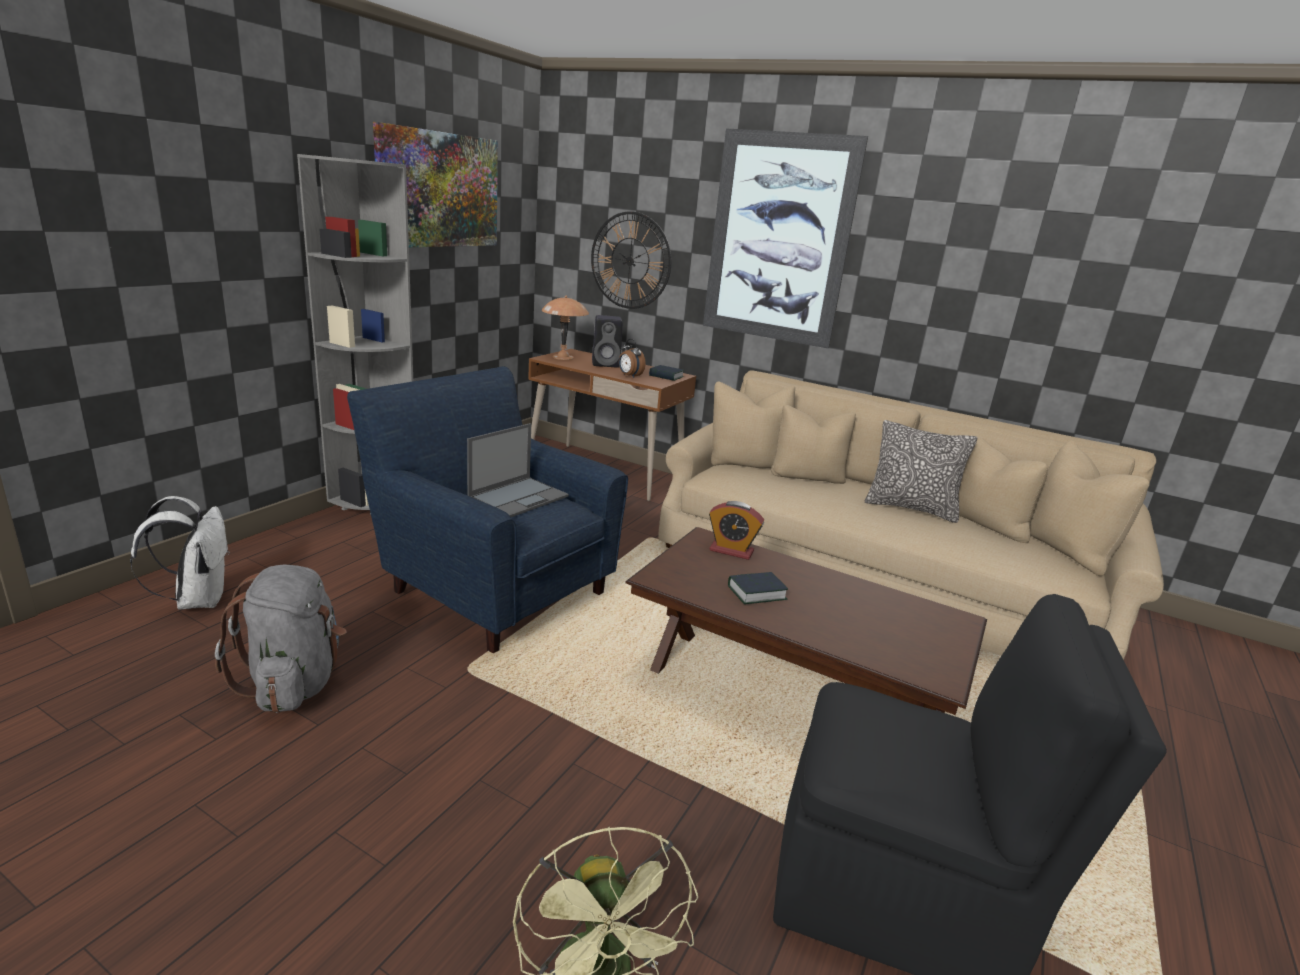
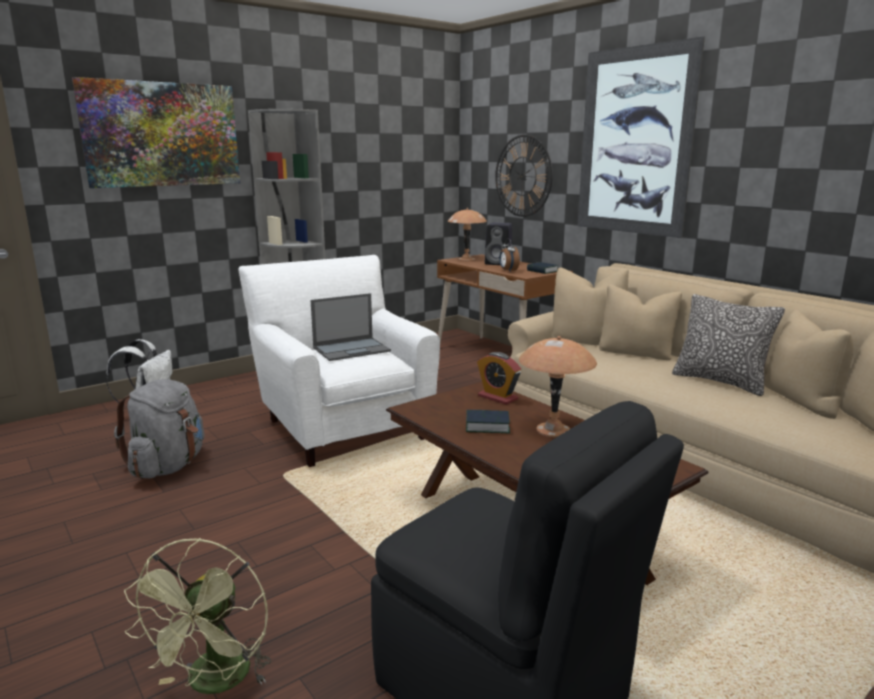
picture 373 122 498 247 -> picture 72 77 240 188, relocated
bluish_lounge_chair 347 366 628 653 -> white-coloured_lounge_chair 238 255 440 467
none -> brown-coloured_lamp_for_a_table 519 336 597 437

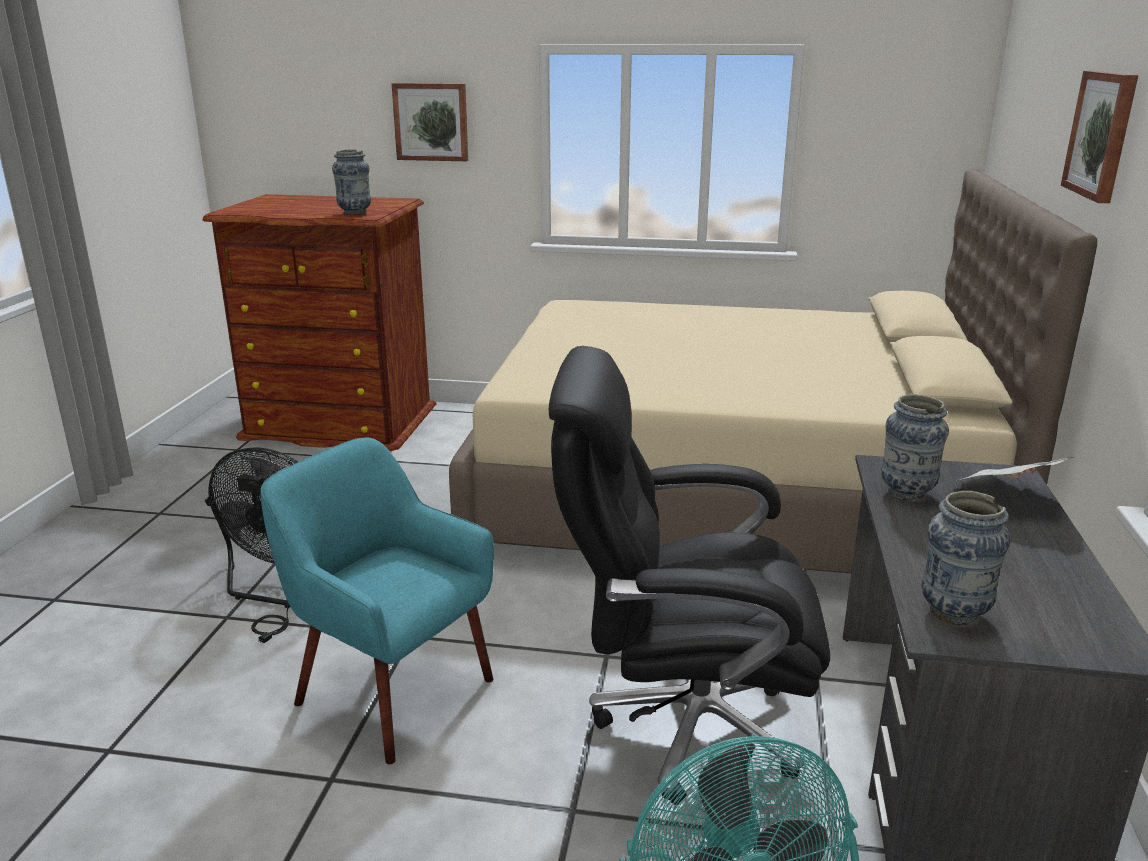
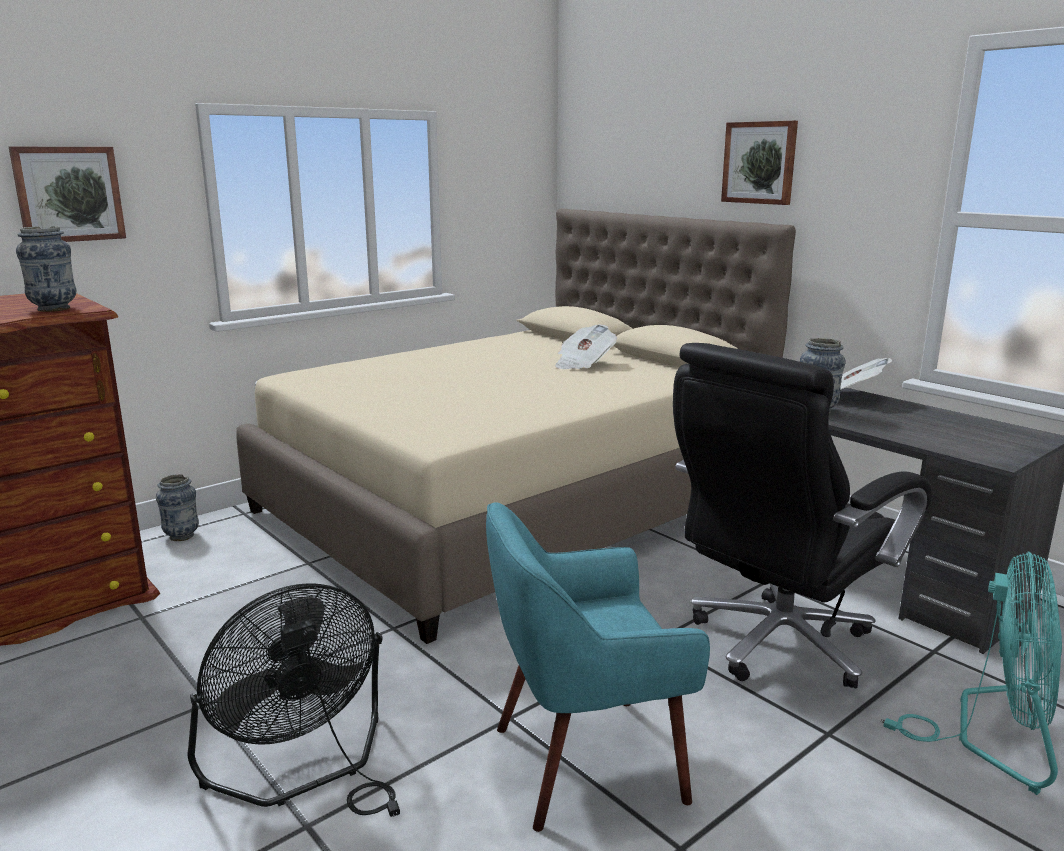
flower_vase 921 491 1010 625 -> flower_vase 156 474 199 541, relocated
none -> newspaper 555 324 617 369

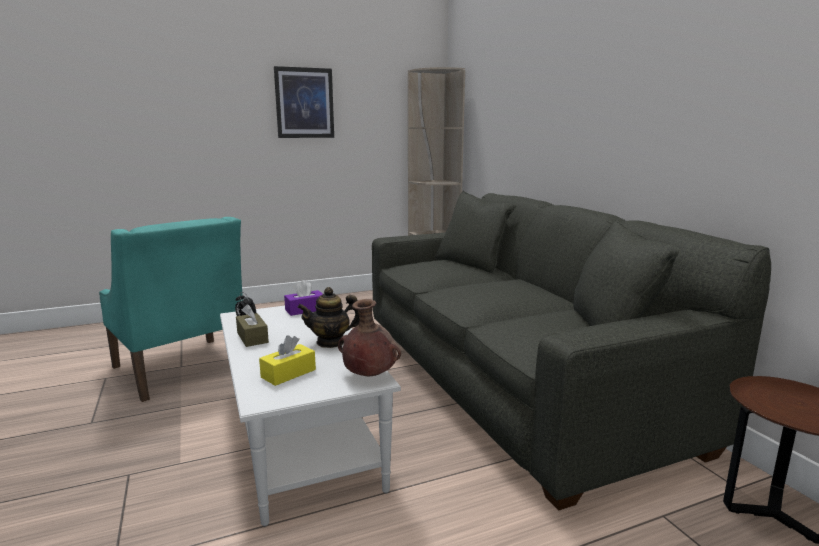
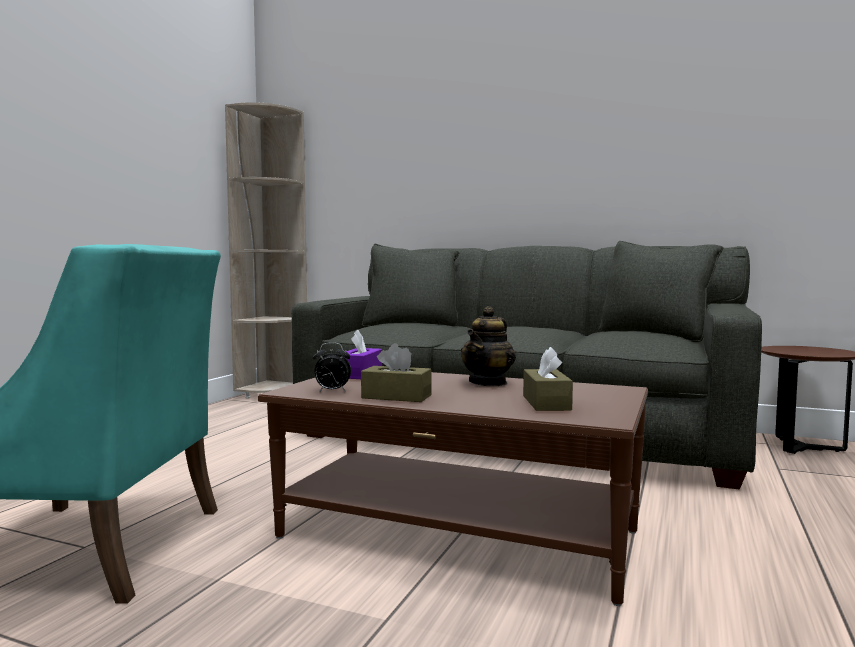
white-coloured_lounge_table 220 306 401 527 -> brown-coloured_lounge_table 258 372 648 606
yellow_box_of_tissues 259 335 316 386 -> brown-coloured_box_of_tissues 523 347 573 411
picture 274 66 334 138 -> none
brown-coloured_flower_vase 338 299 401 376 -> none

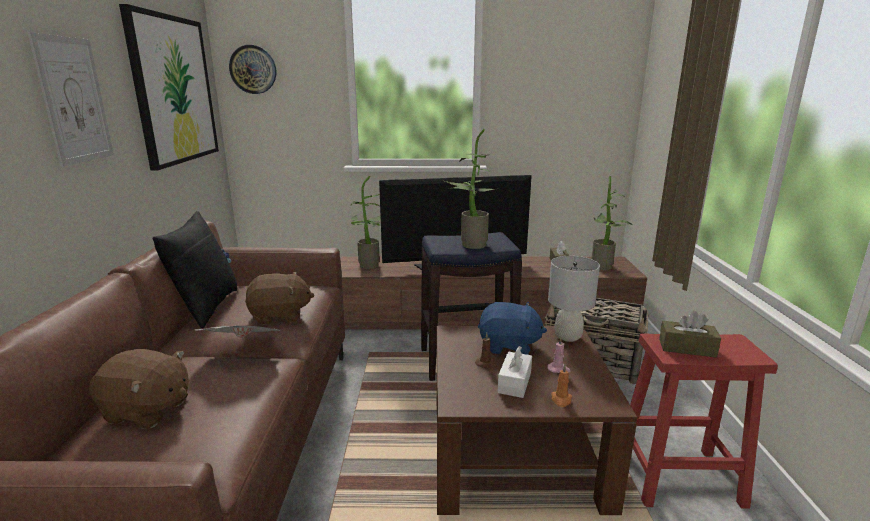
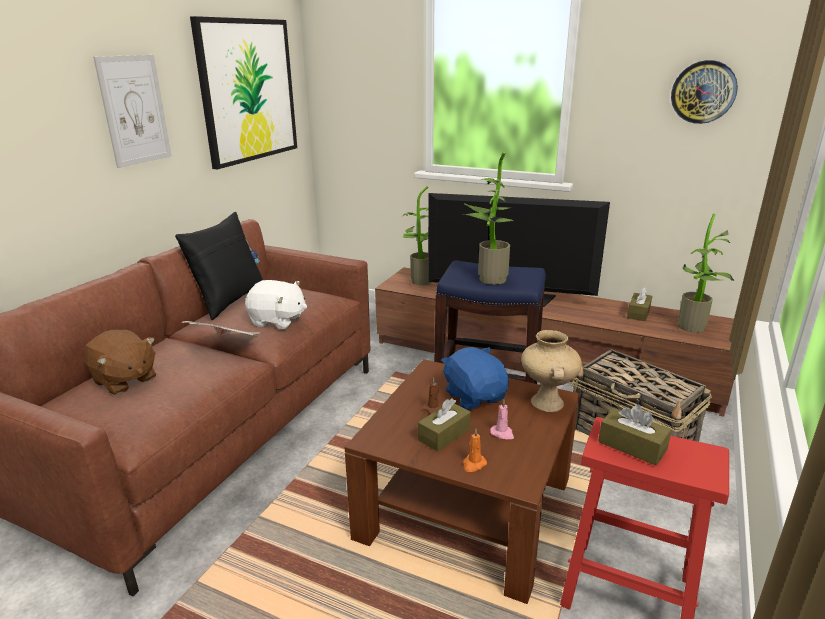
brown-coloured_plush_toy 245 272 314 325 -> white-coloured_plush_toy 245 280 307 329
white-coloured_box_of_tissues 497 346 532 398 -> brown-coloured_box_of_tissues 418 398 471 452
bluish_plush_toy 478 302 547 355 -> bluish_plush_toy 441 347 509 410, 150 degrees counterclockwise
grey_lamp_for_a_table 548 256 600 342 -> beige-coloured_flower_vase 521 330 582 412
hanging_clock 229 45 276 94 -> hanging_clock 671 60 738 124, relocated

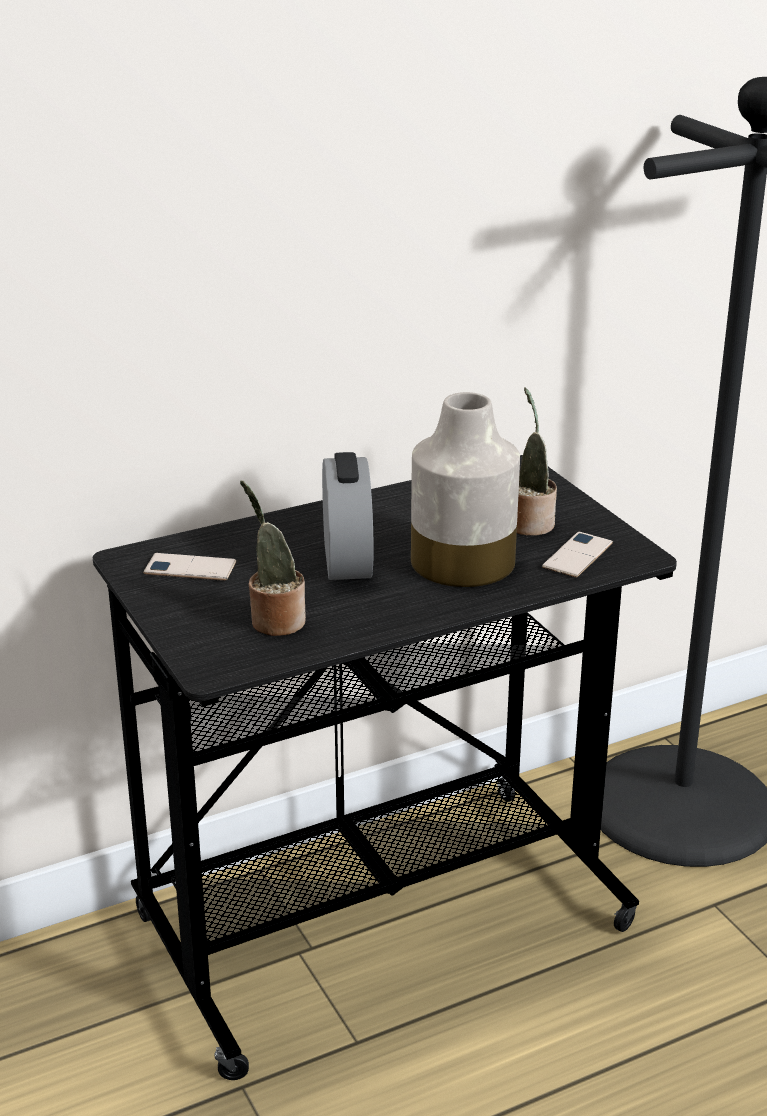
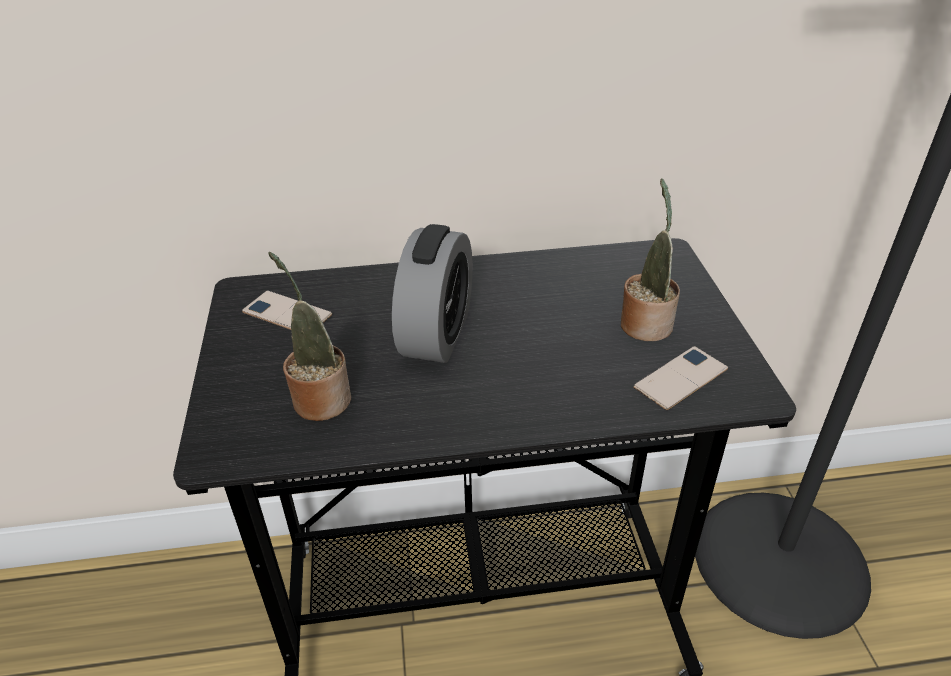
beige-coloured_flower_vase 411 392 520 587 -> none

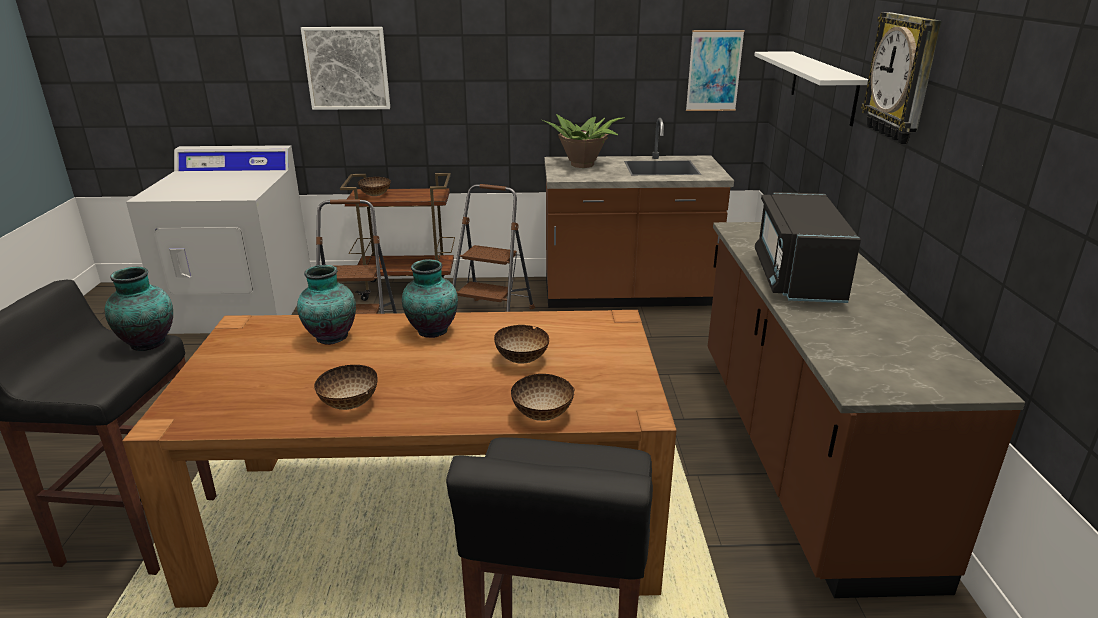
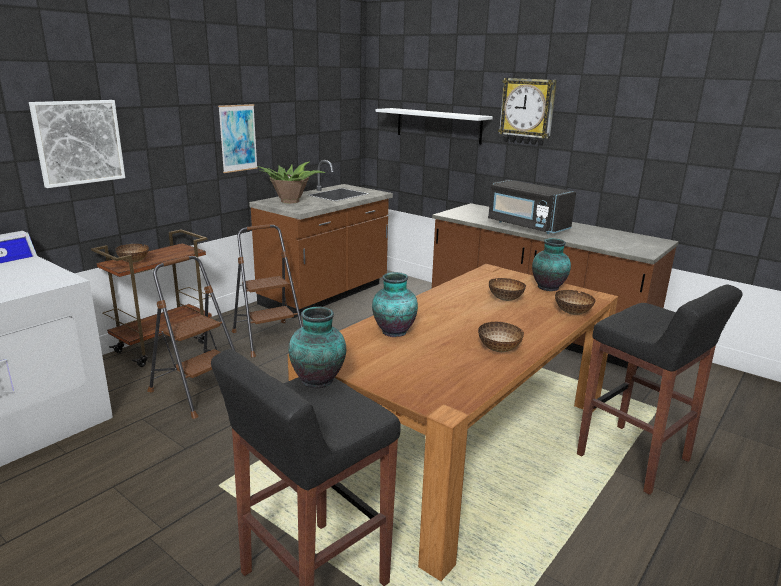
picture 686 30 744 111 -> picture 218 104 258 173, relocated
flower_vase 402 259 458 338 -> flower_vase 532 238 571 291, relocated

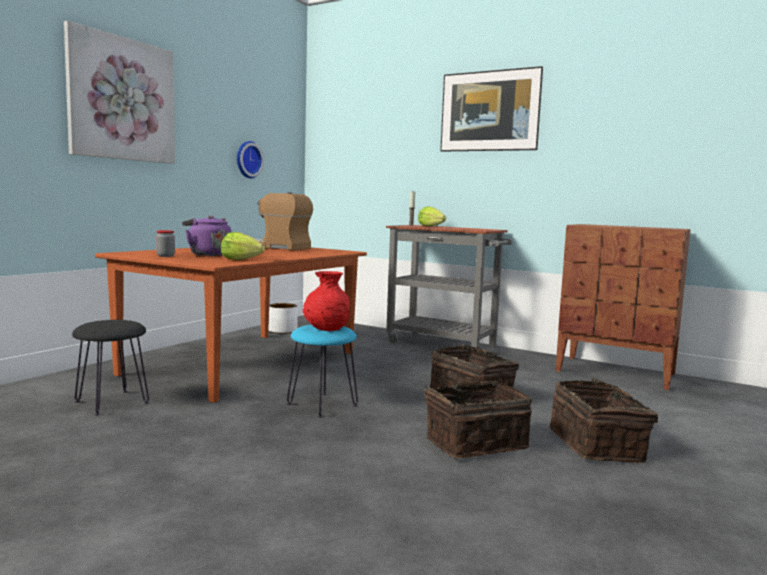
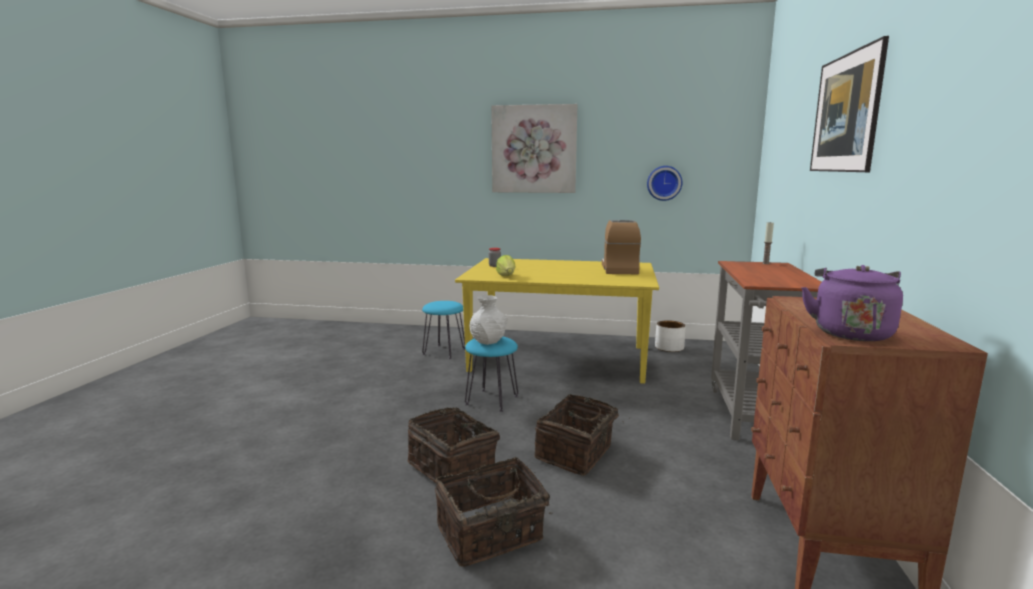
black-coloured_sitting_stool 72 320 149 416 -> blue-green_sitting_stool 422 301 465 359
brown-coloured_dining_table 95 247 367 403 -> yellow_dining_table 455 258 659 384
red_flower_vase 303 271 350 331 -> white-coloured_flower_vase 469 295 508 345
purple-coloured_kettle 182 215 231 256 -> purple-coloured_kettle 801 265 903 341, relocated
lettuce_head 418 207 446 227 -> none

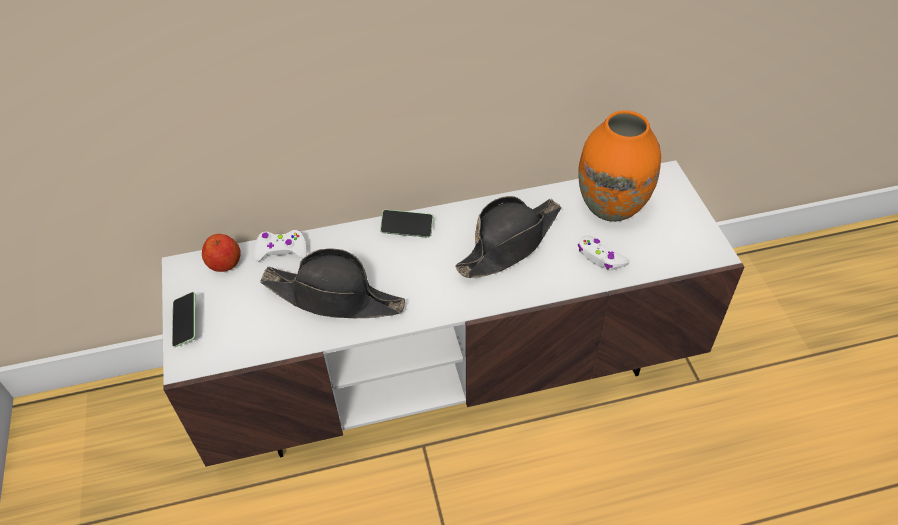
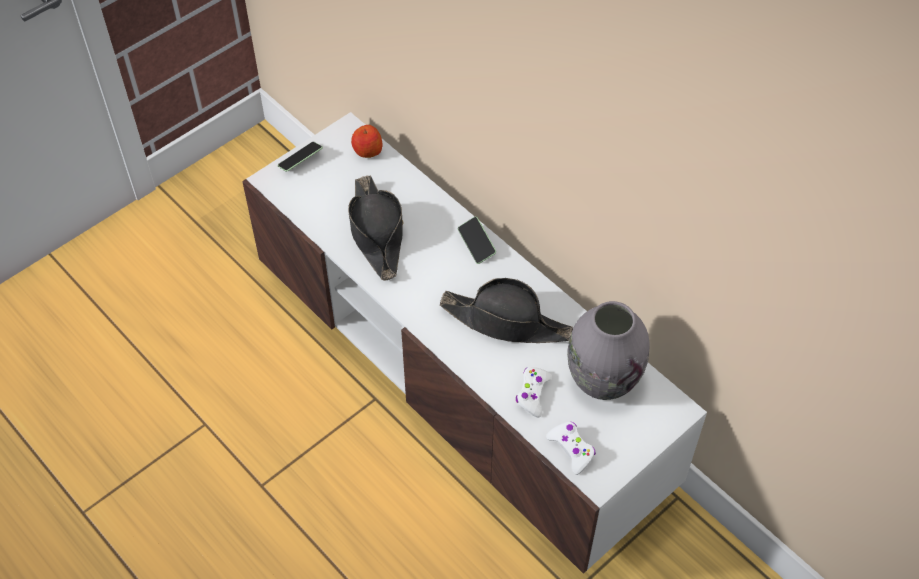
white-coloured_joypad 254 230 307 261 -> white-coloured_joypad 546 422 596 475, relocated
orange-coloured_flower_vase 578 110 661 222 -> grey_flower_vase 567 301 650 400

